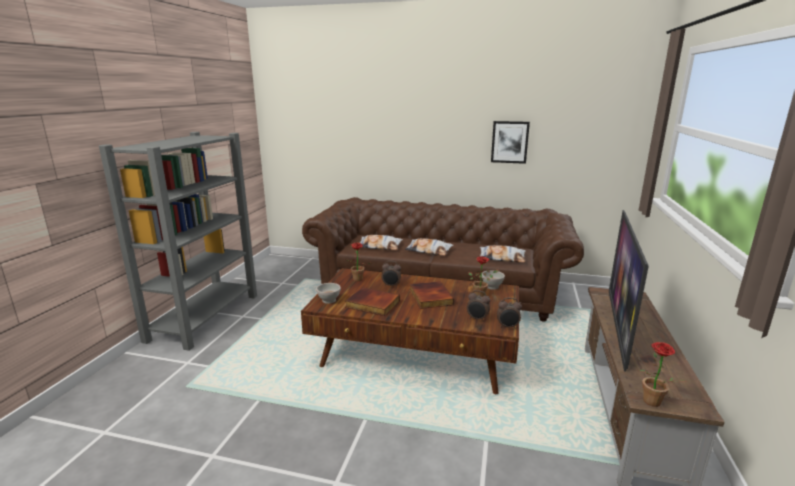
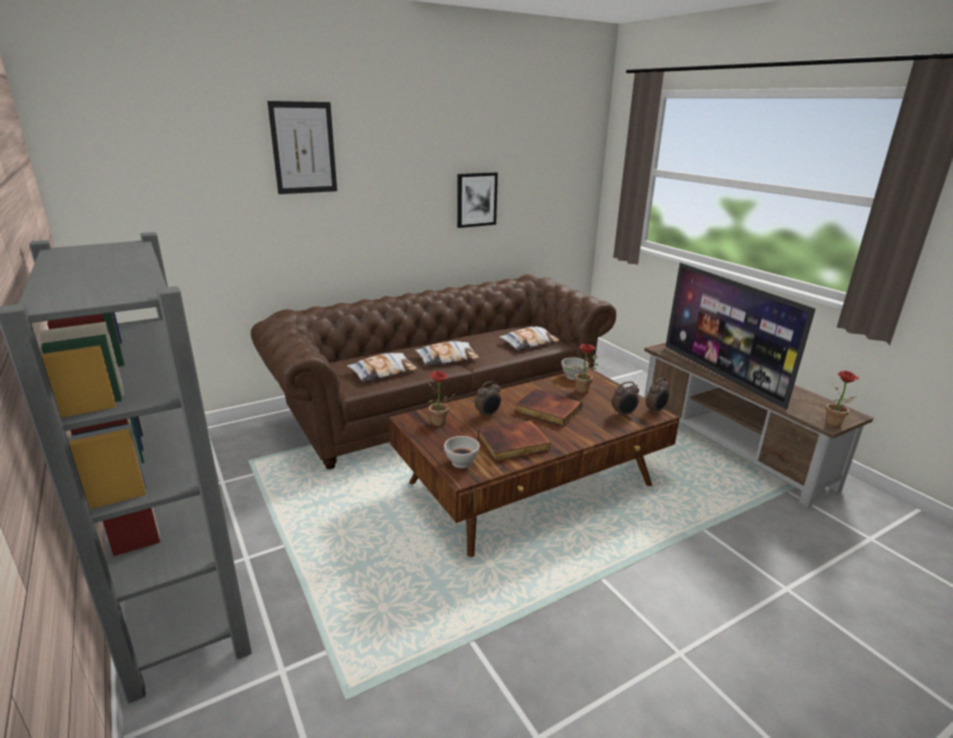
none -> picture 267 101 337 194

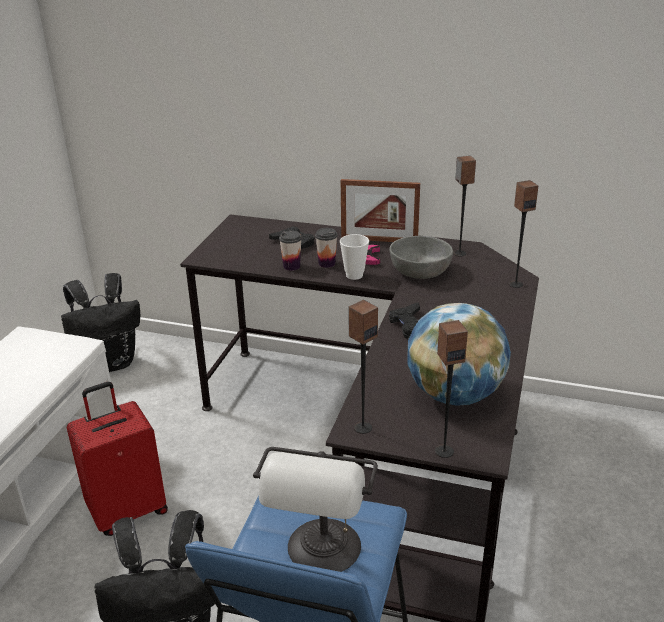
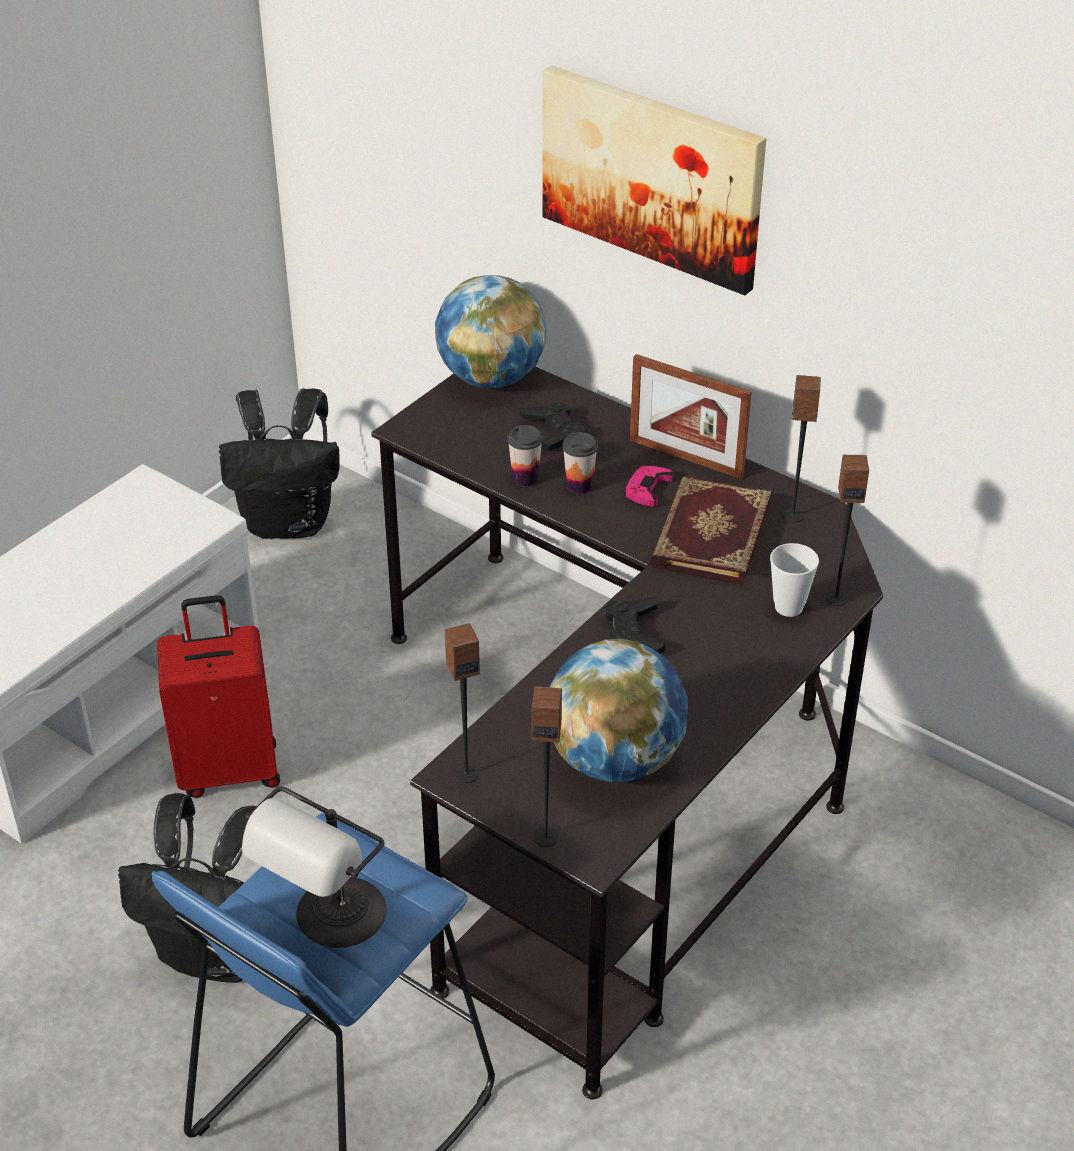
none -> world_globe 435 275 546 388
none -> picture 542 65 766 295
grey_bowl 390 236 453 279 -> bound_book 650 476 772 585
cup 340 234 369 280 -> cup 770 543 819 617, relocated

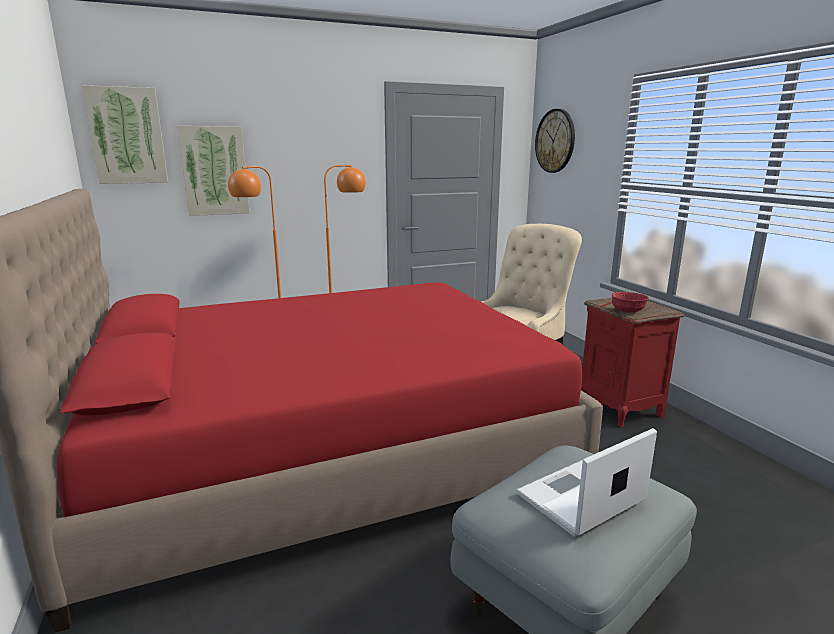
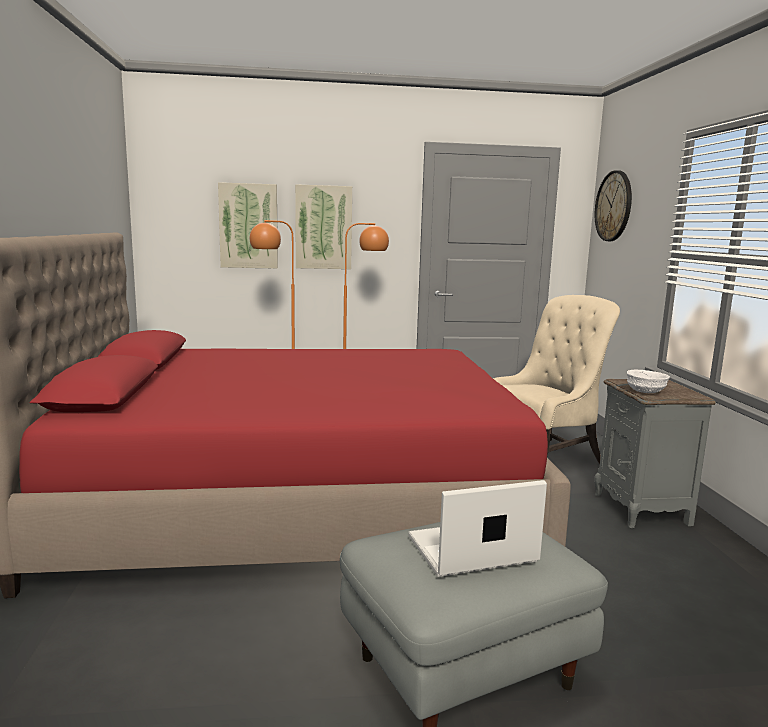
picture 82 85 168 184 -> picture 295 184 352 269, relocated
red_bedside_table 581 298 684 427 -> grey_bedside_table 595 379 716 528
red_bowl 612 292 649 313 -> white-coloured_bowl 627 370 670 393

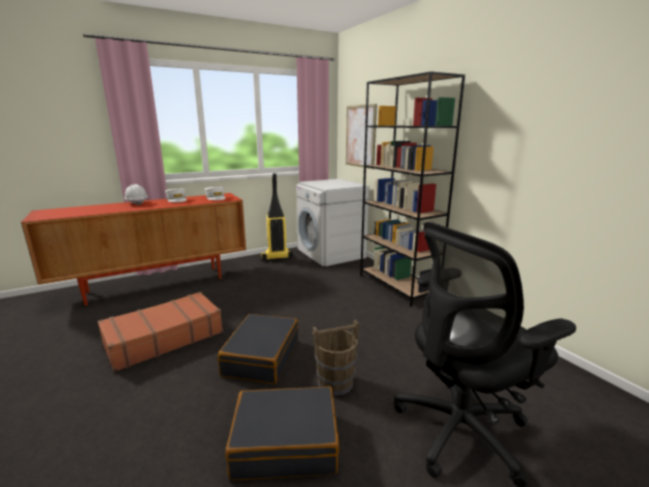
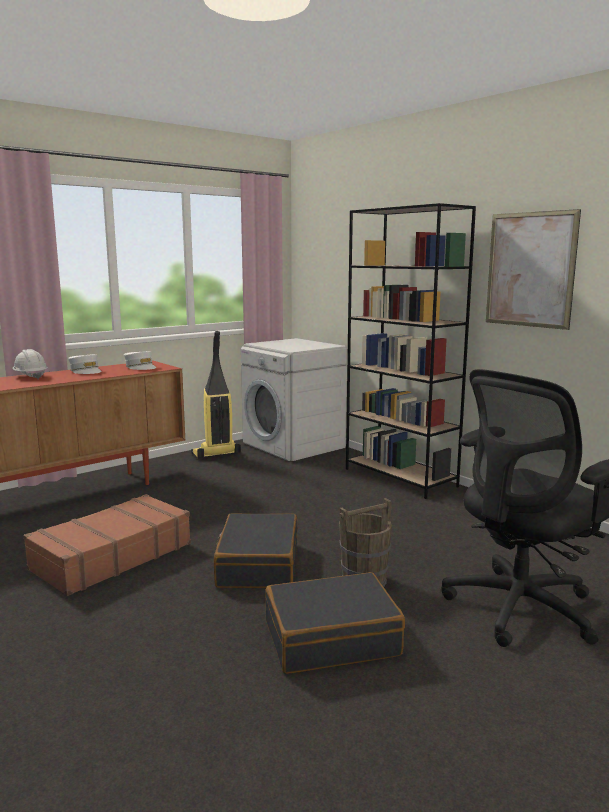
picture 346 104 377 169 -> picture 486 209 581 330, relocated

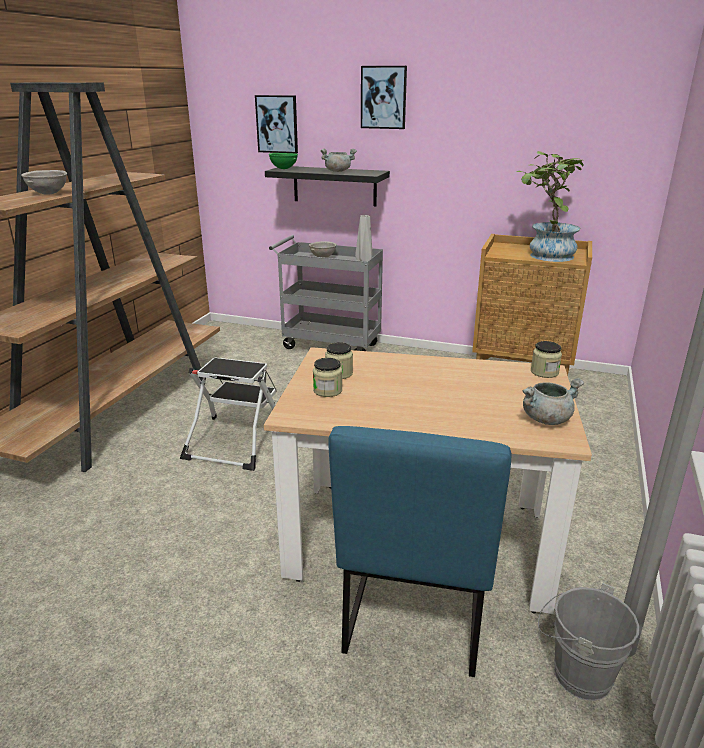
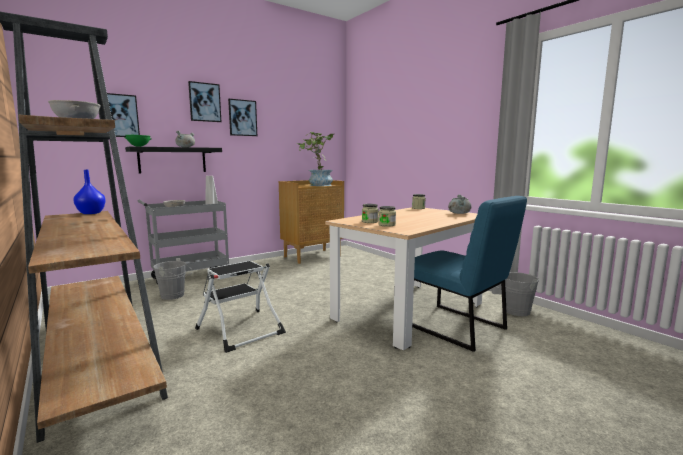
none -> bluish_flower_vase 73 170 106 214
none -> grey_water_bucket 153 258 192 300
none -> picture 228 99 257 136

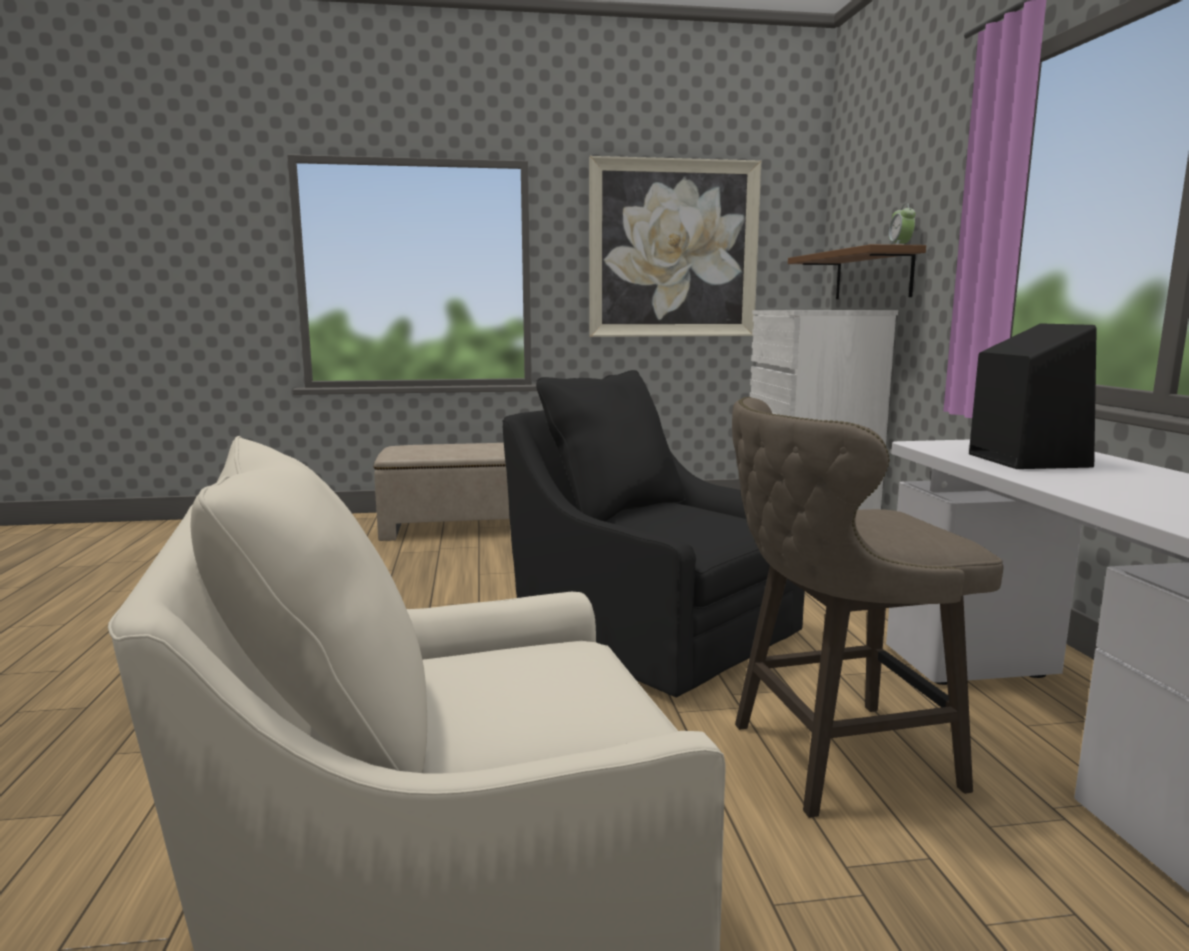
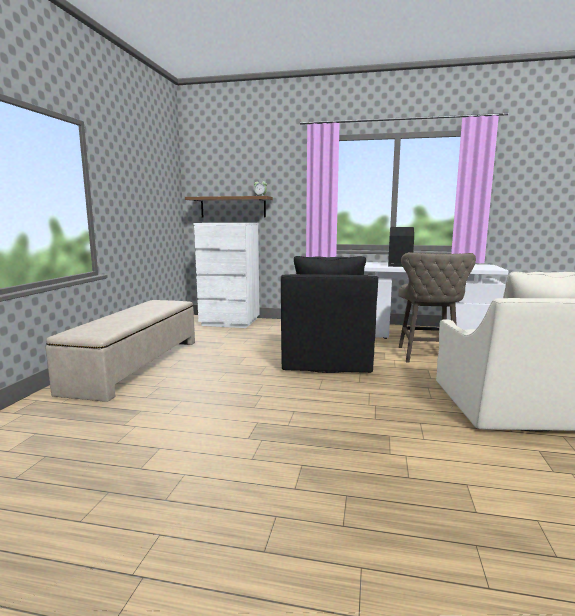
black-coloured_lounge_chair 502 370 805 698 -> black-coloured_lounge_chair 280 256 379 373, 60 degrees counterclockwise
picture 589 156 761 337 -> none

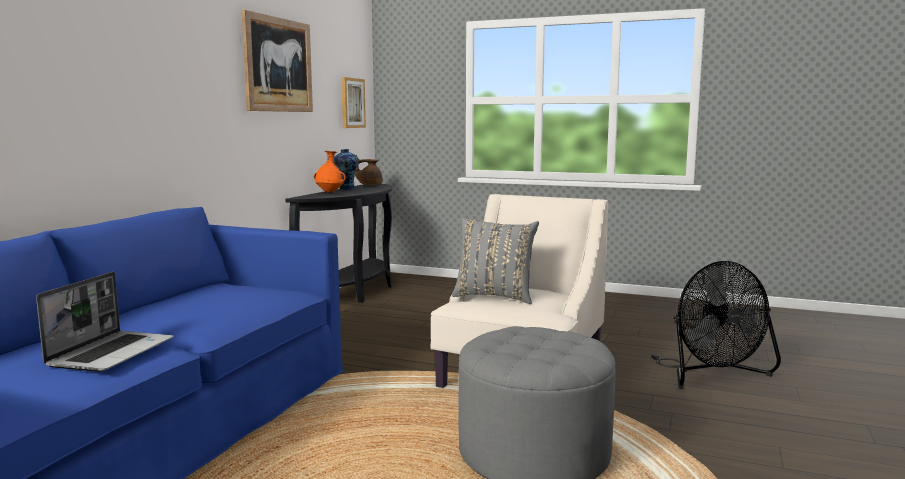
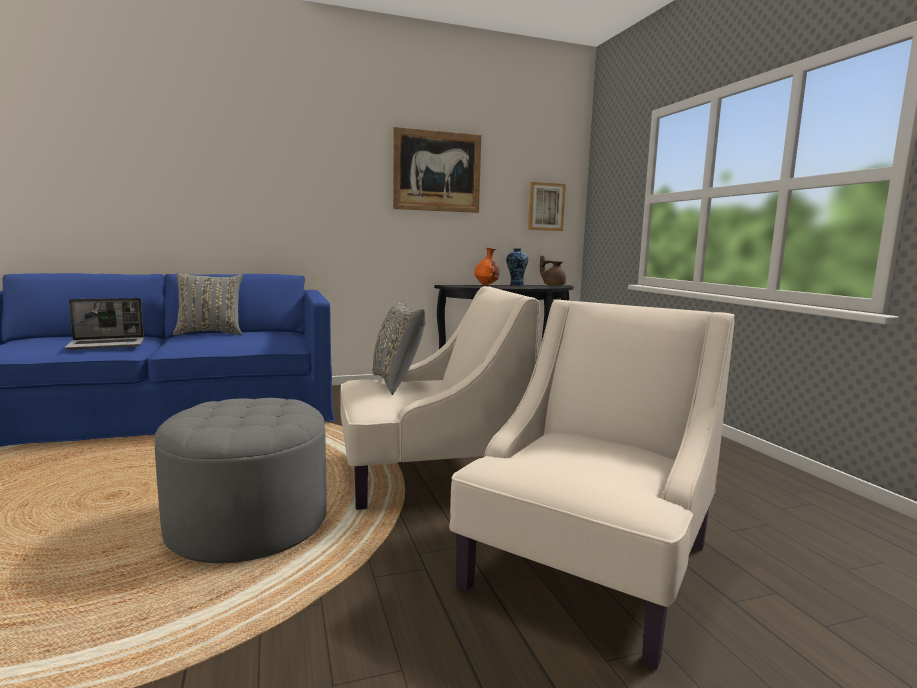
none -> grey_throw_pillow 173 273 243 336
black-coloured_cooling_fan 652 261 781 389 -> beige-coloured_lounge_chair 449 300 735 670

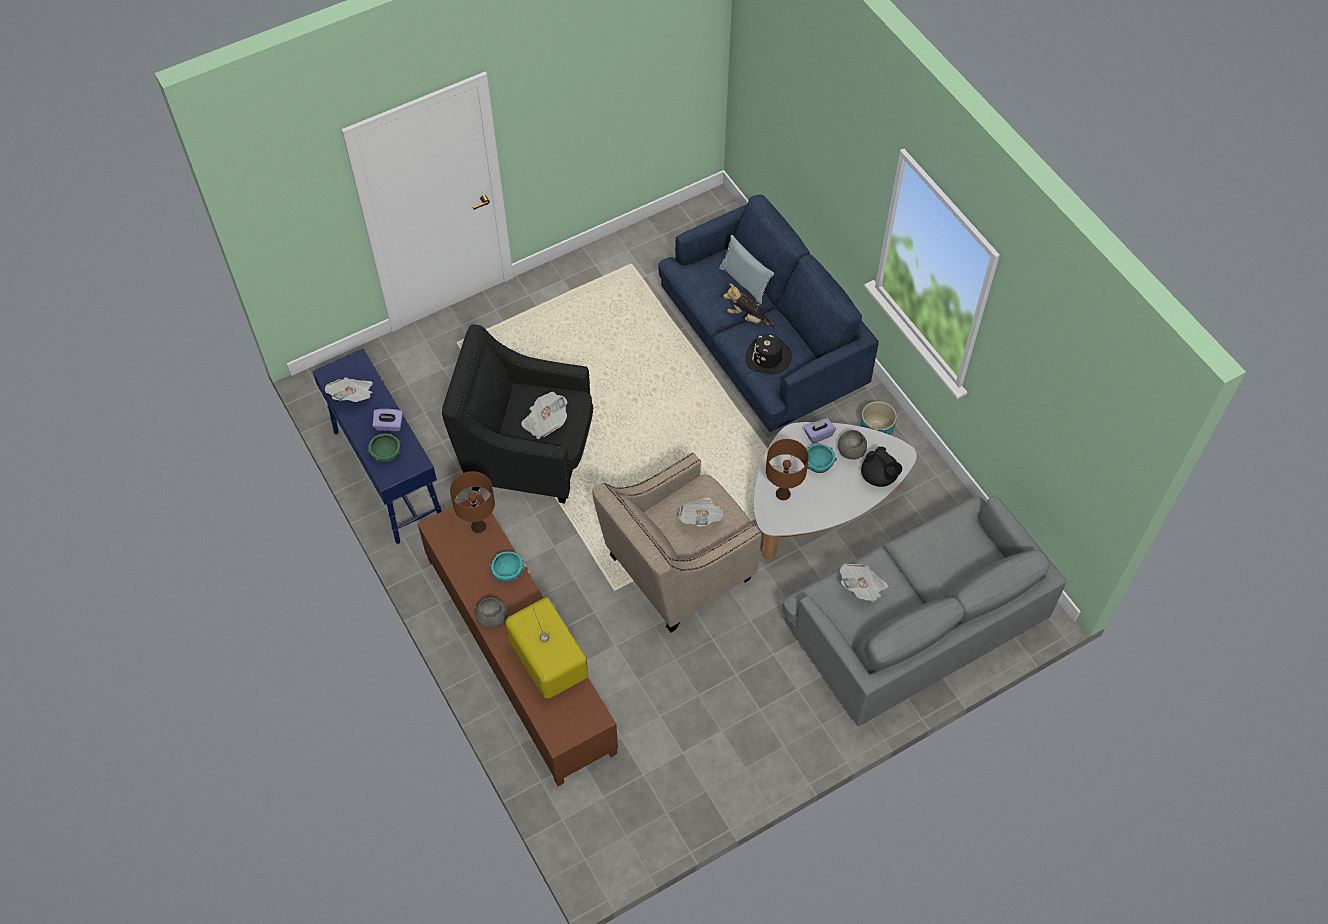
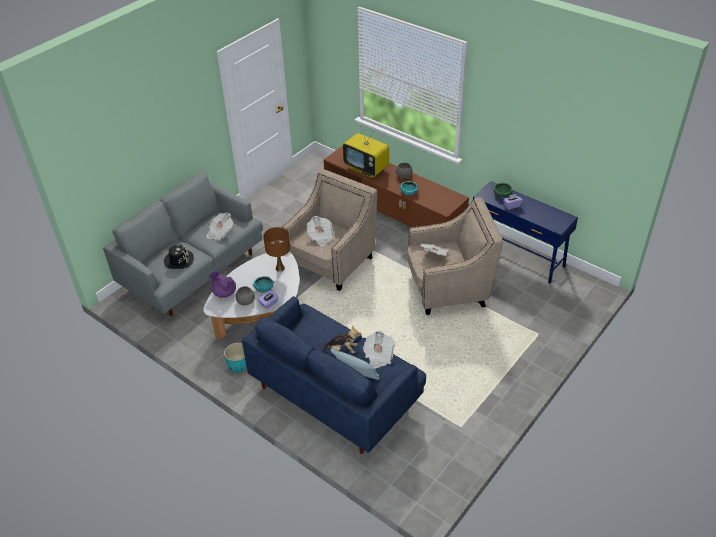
black-coloured_hat 745 334 792 374 -> black-coloured_hat 164 244 194 269, relocated
black-coloured_tea_pot 861 447 902 487 -> purple-coloured_tea_pot 209 271 236 298
newspaper 325 377 373 402 -> newspaper 363 331 395 369, relocated
black-coloured_lounge_chair 442 324 593 503 -> beige-coloured_lounge_chair 407 197 503 315
brown-coloured_lamp_for_a_table 450 471 495 533 -> none

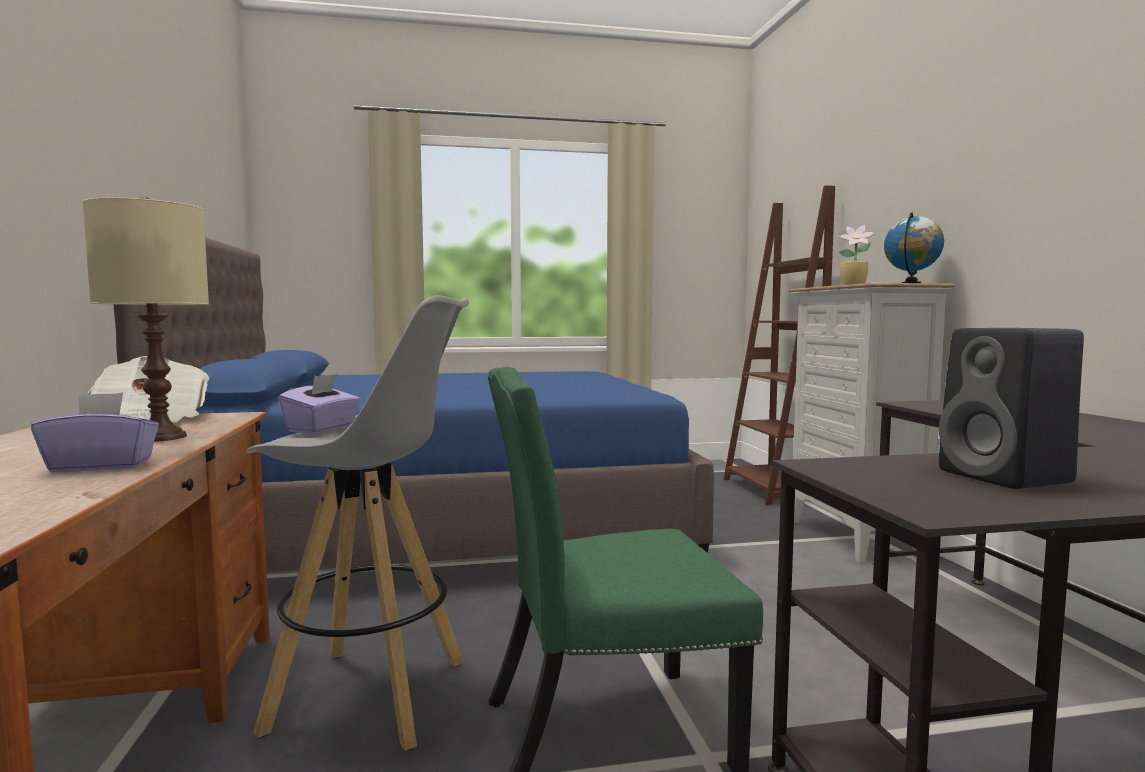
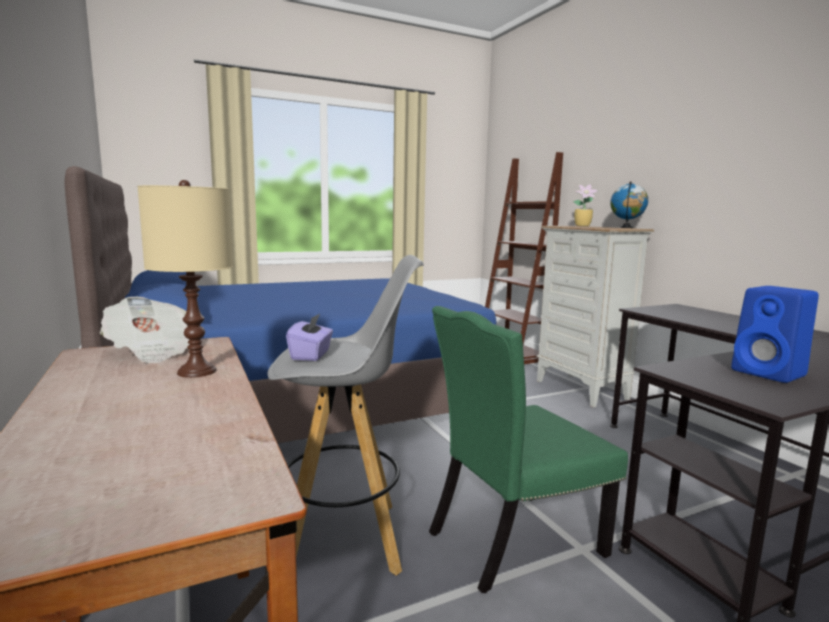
black-coloured_loudspeaker 939 328 1084 489 -> bluish_loudspeaker 731 286 819 383
purple-coloured_box_of_tissues 31 392 159 472 -> none

